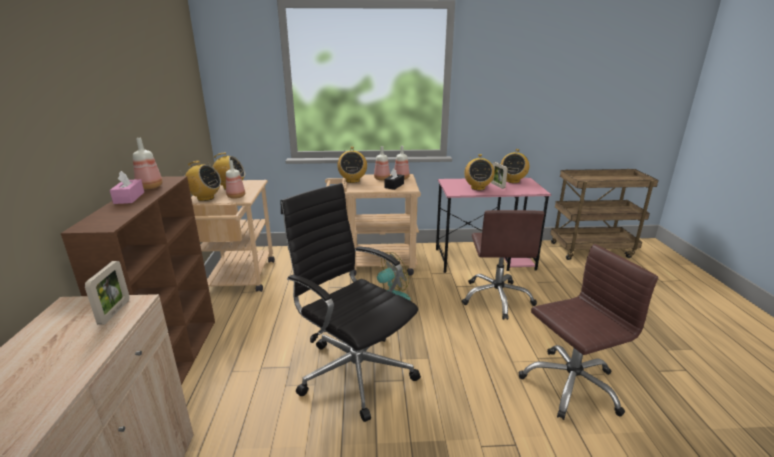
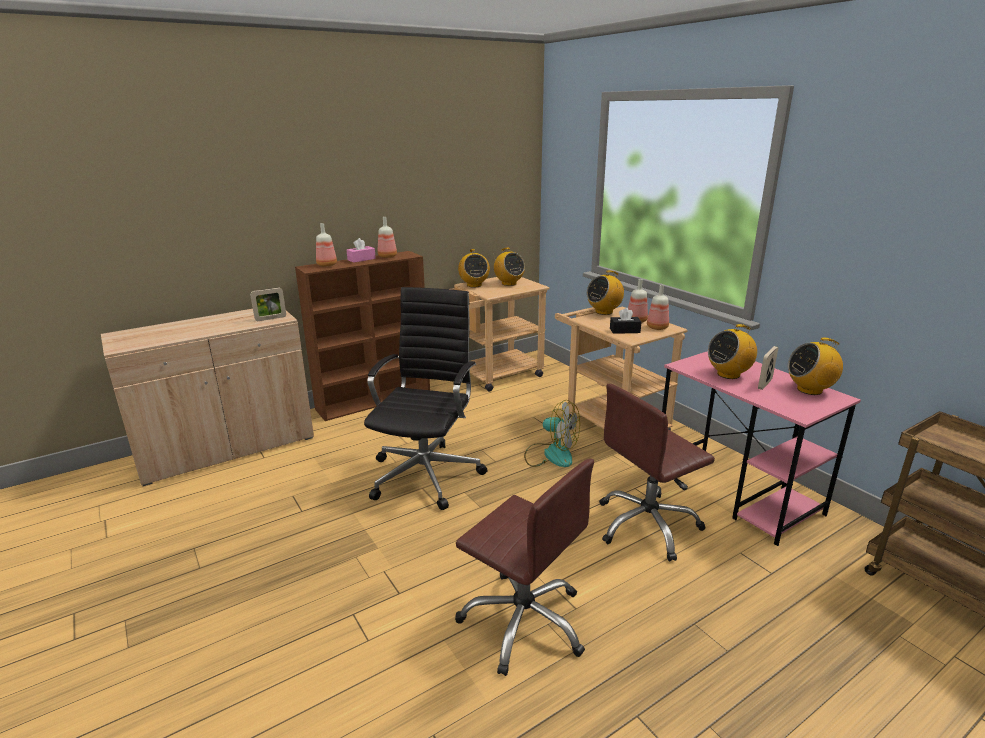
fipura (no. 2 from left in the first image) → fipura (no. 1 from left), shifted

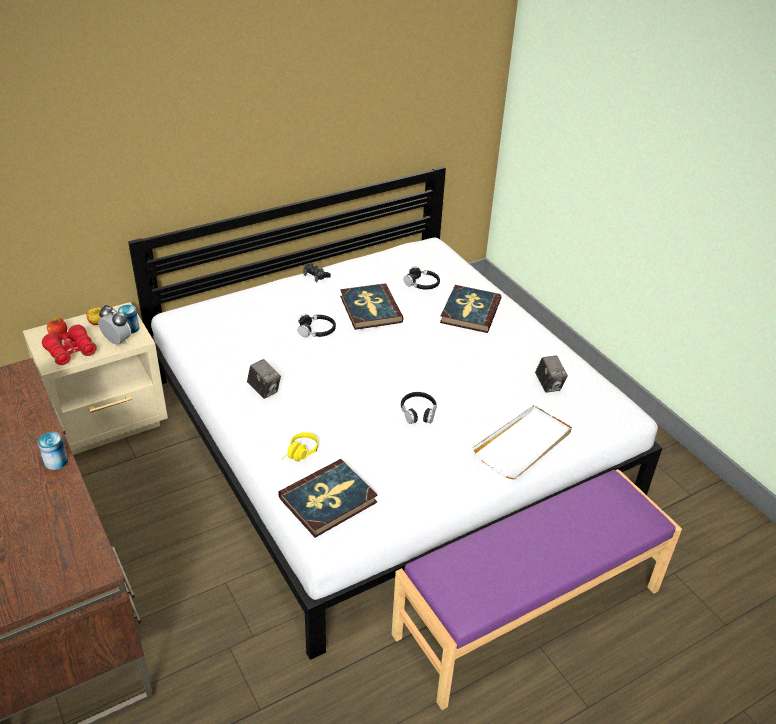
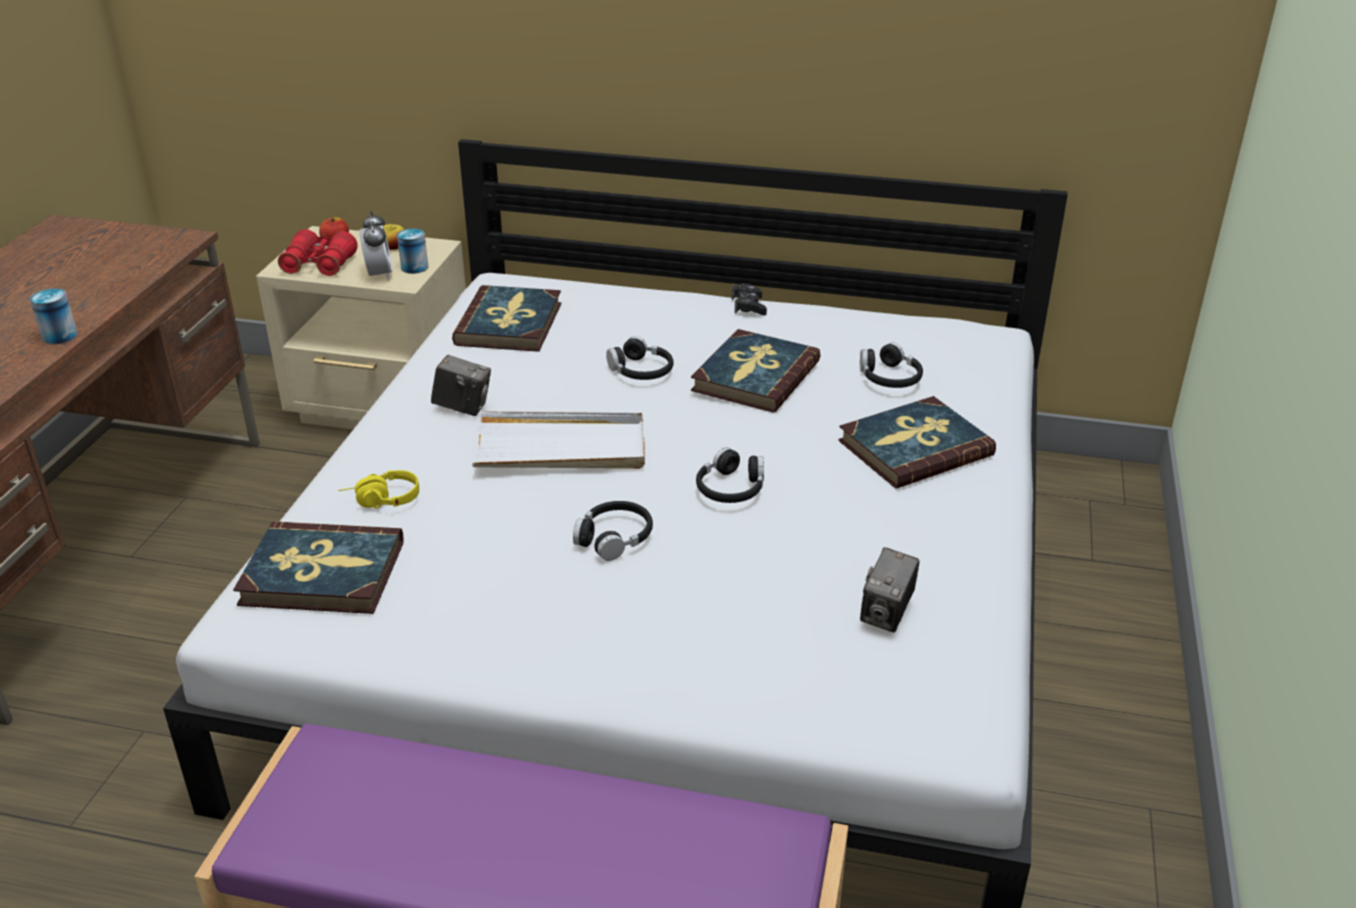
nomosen (no. 1 from left), 75 degrees counterclockwise
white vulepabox, shifted
- → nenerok (no. 2 from left)
- → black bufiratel (no. 3 from left)

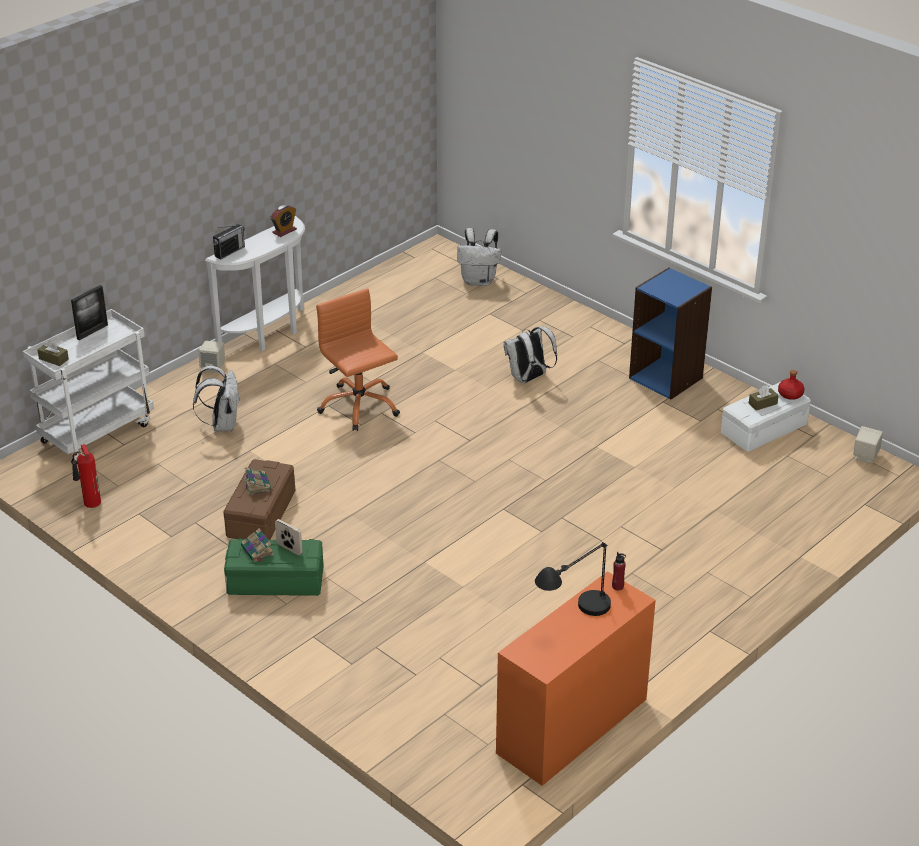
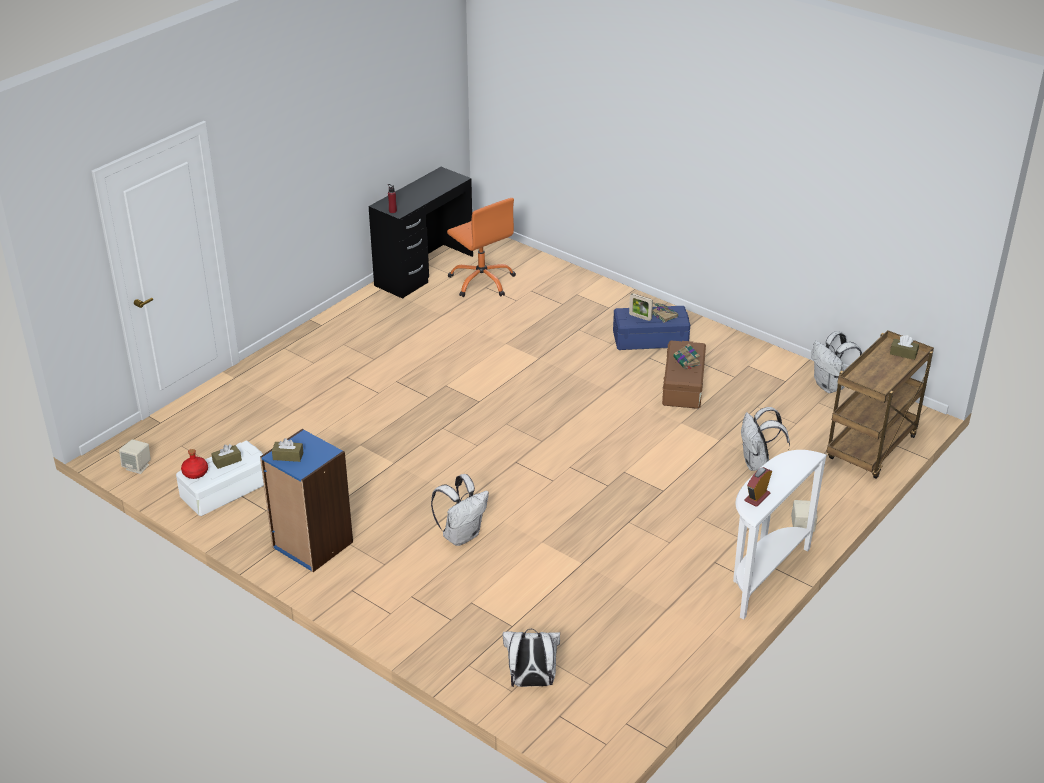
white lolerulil → brown lolerulil
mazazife (no. 1 from left) → -
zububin → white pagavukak (no. 4 from left)
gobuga → -
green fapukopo → blue fapukopo
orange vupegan, shifted
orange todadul → black todadul
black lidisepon → -
- → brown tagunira (no. 2 from left)

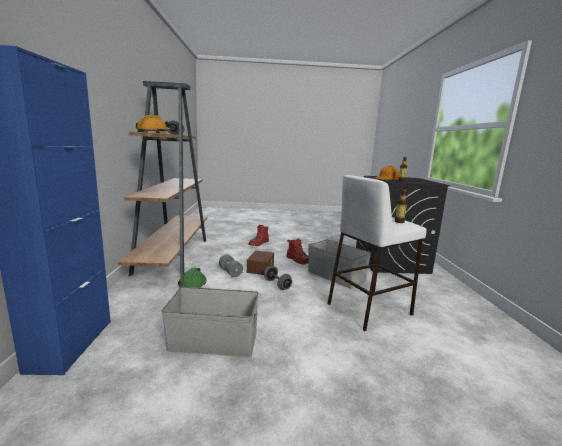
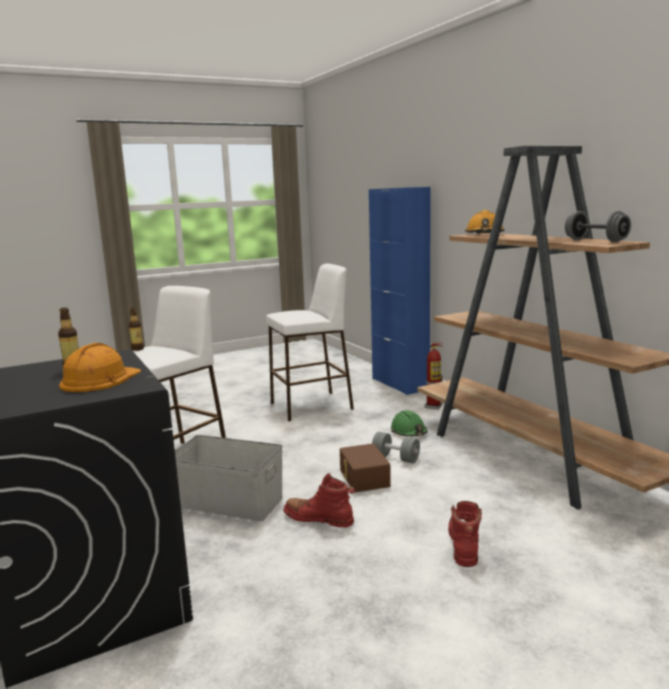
grey fapukopo (no. 1 from left) → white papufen (no. 2 from left)
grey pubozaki (no. 3 from left) → -
- → zububin

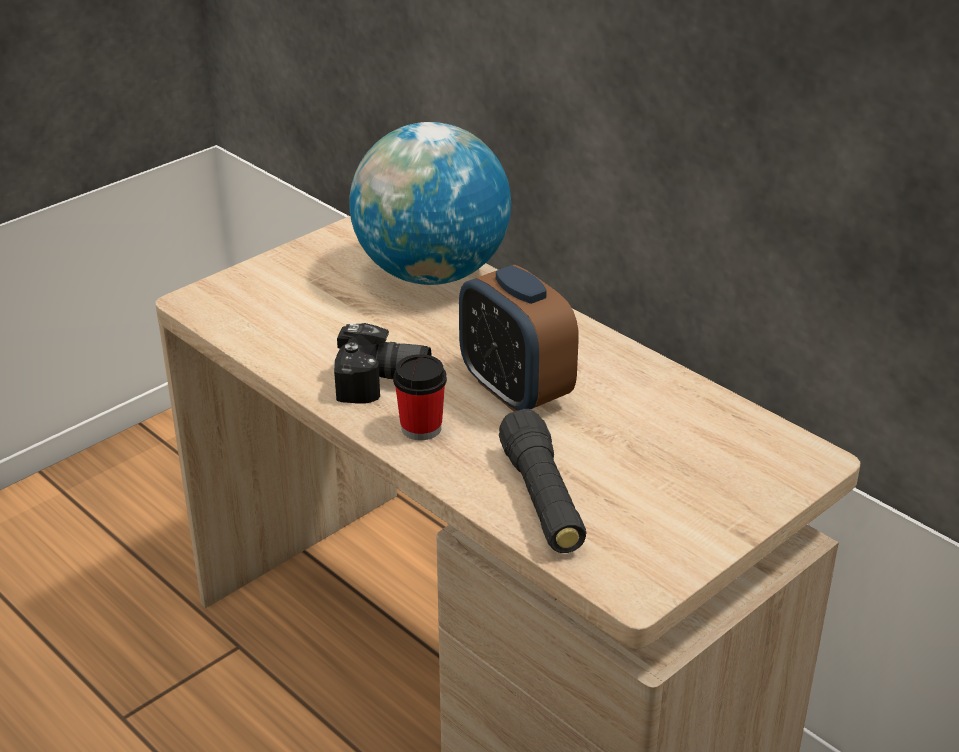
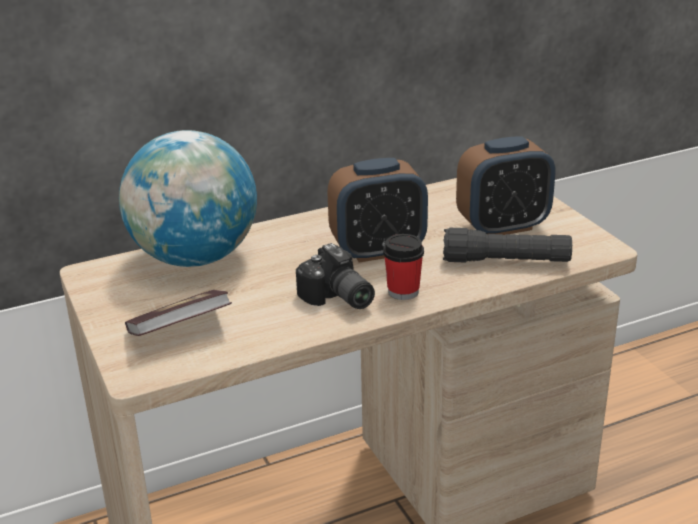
nomosen, 120 degrees clockwise
- → nenerok
- → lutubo (no. 2 from left)

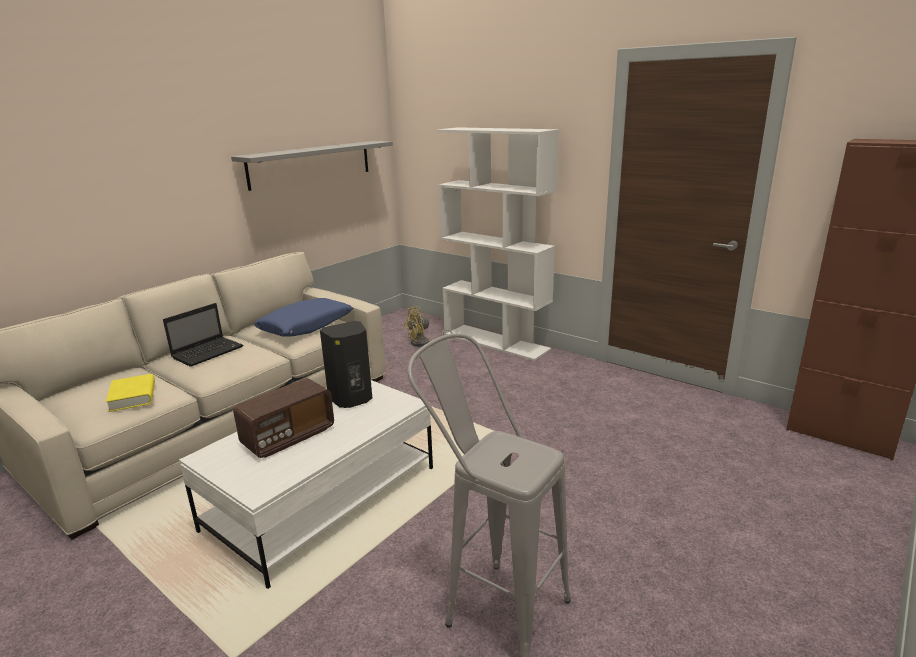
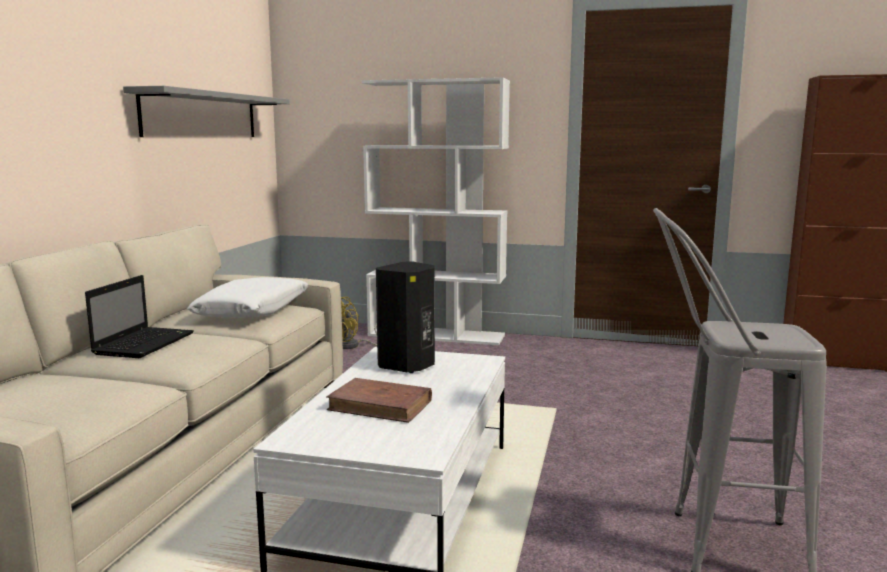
yellow nenerok → -
gobuga → brown nenerok
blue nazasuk → white nazasuk

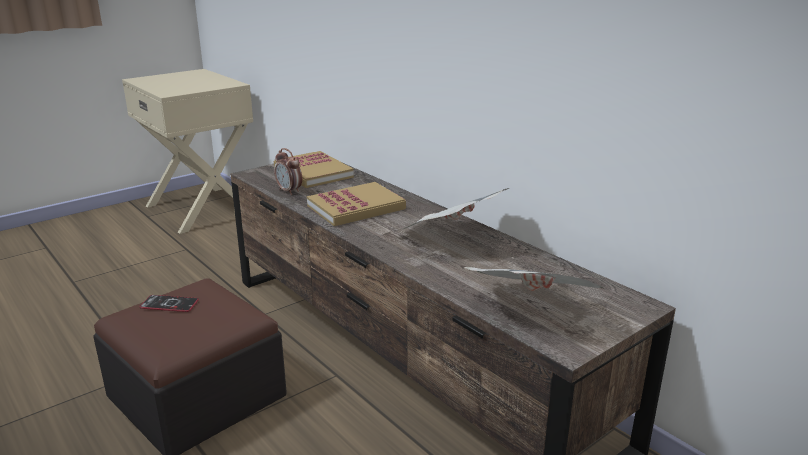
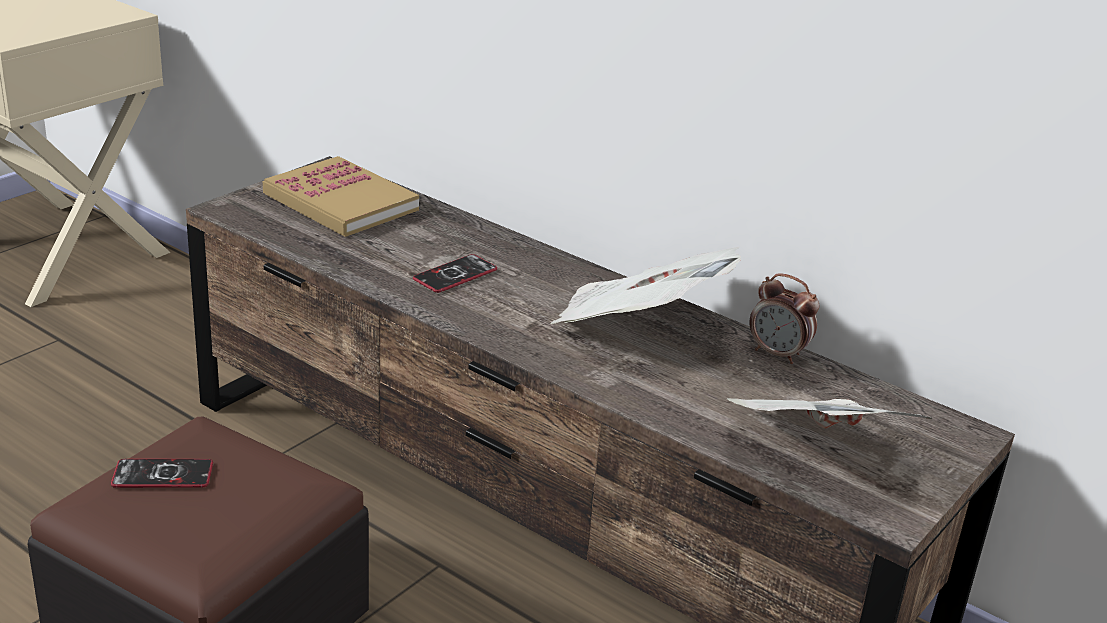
lutubo, shifted
nenerok (no. 2 from left) → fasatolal (no. 2 from left)

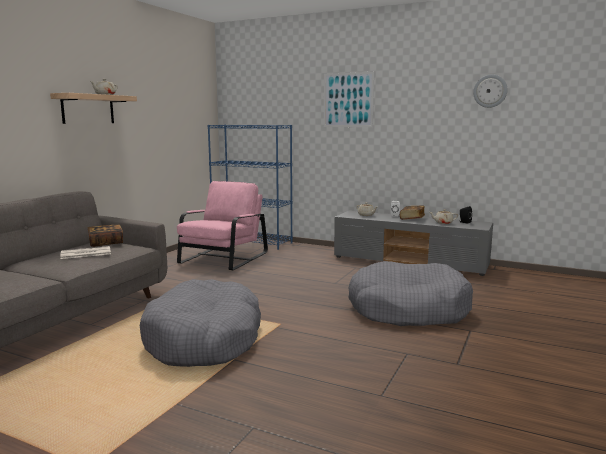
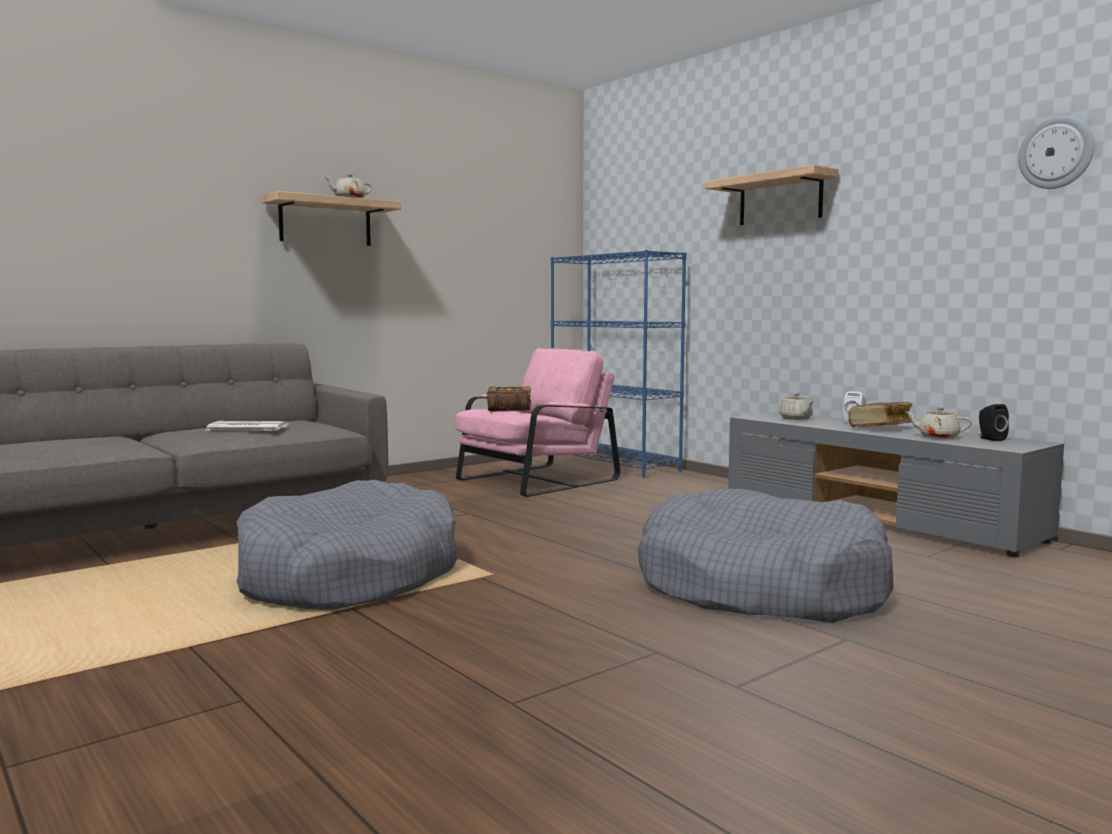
nenerok (no. 1 from left), shifted
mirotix → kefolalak (no. 2 from left)

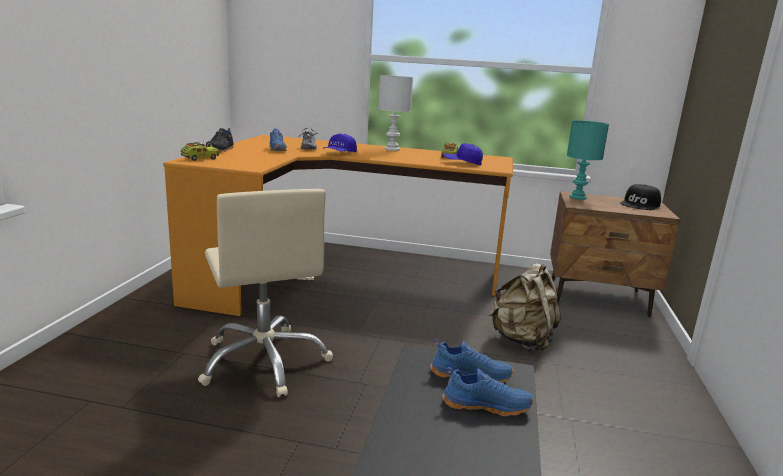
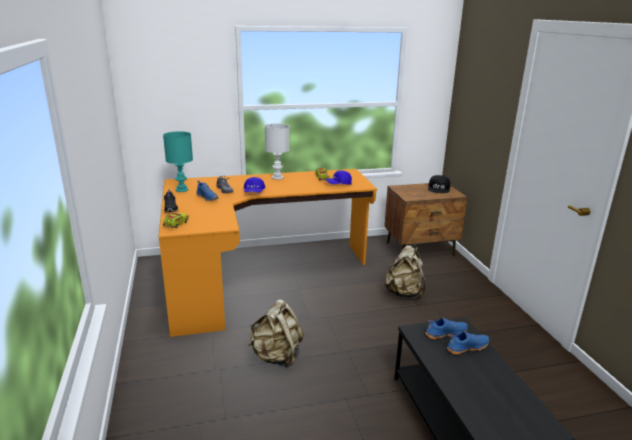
beige vupegan → beige pagavukak (no. 1 from left)
turquoise lidisepon, shifted

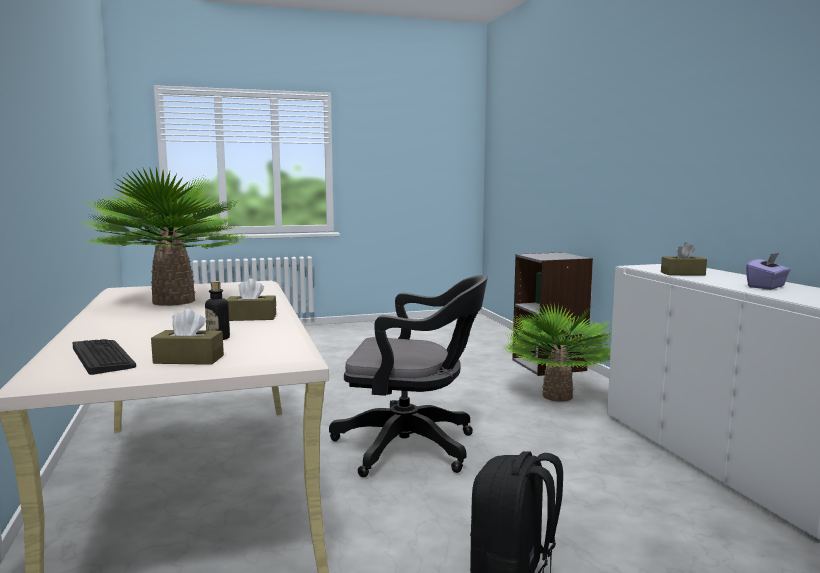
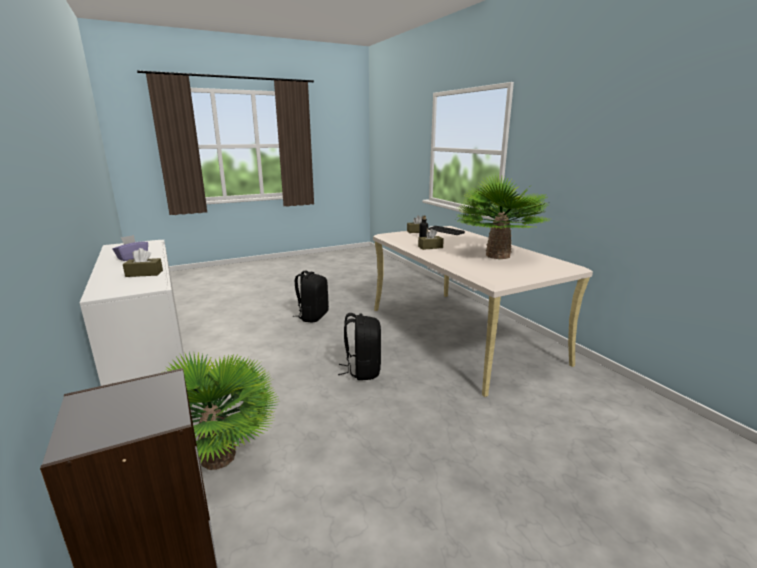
black vupegan → black pagavukak (no. 2 from left)

